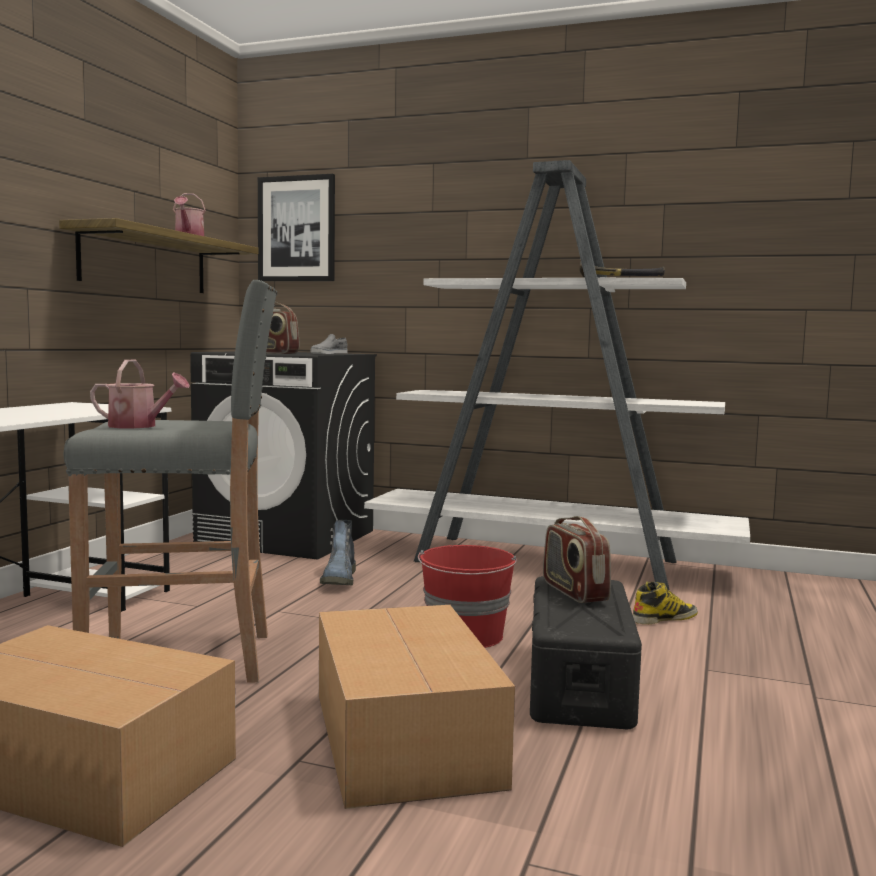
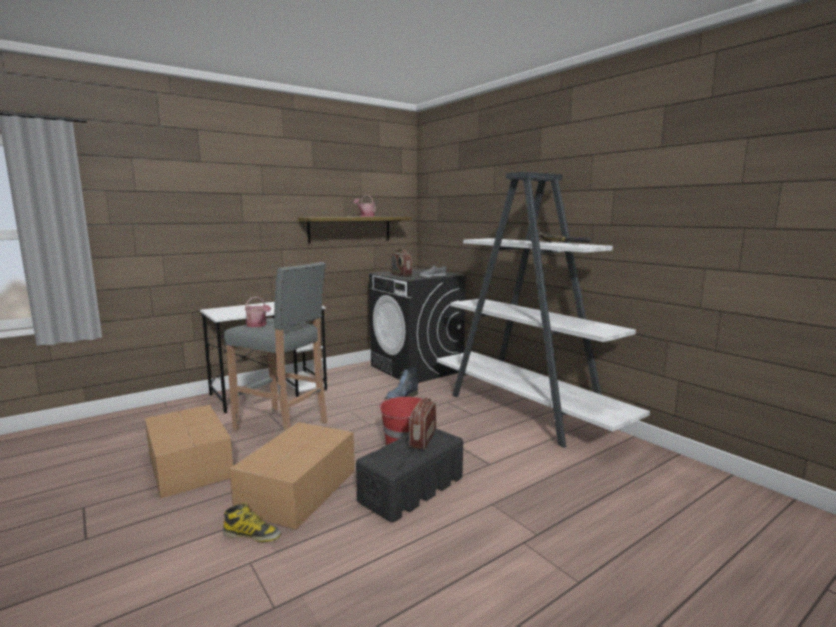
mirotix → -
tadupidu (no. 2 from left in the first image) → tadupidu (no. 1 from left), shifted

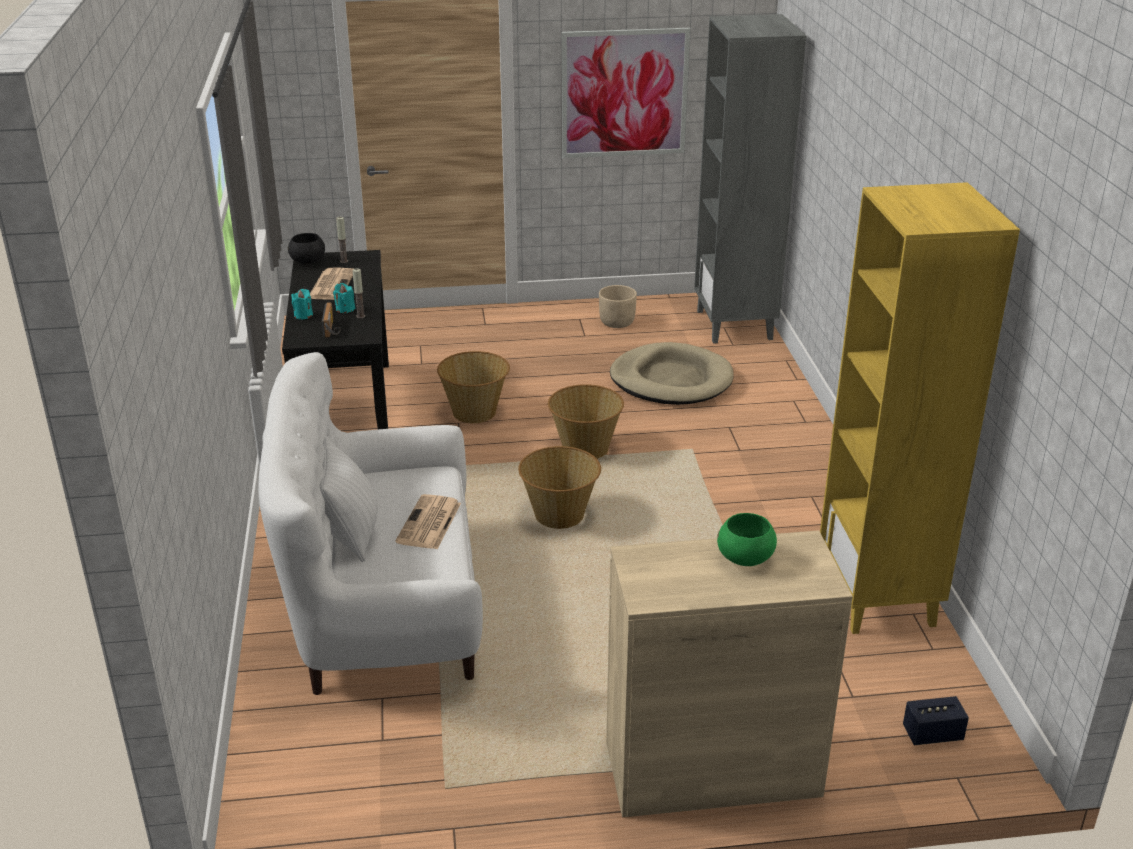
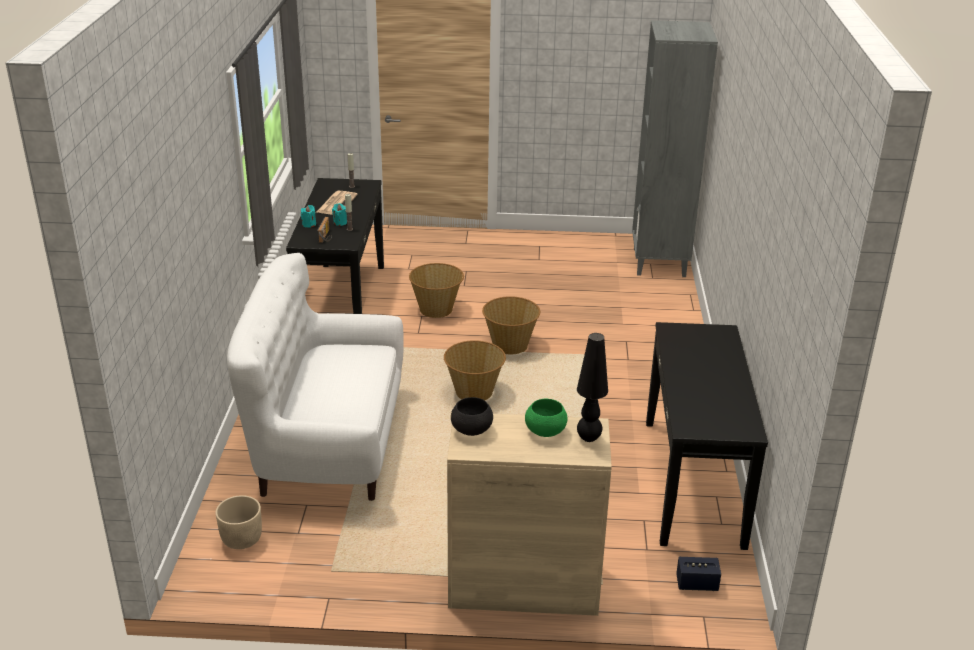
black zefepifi, shifted
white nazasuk → -
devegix (no. 2 from left) → -
mirotix → -
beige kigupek, shifted
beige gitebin → -
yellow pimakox → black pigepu (no. 2 from left)
- → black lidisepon

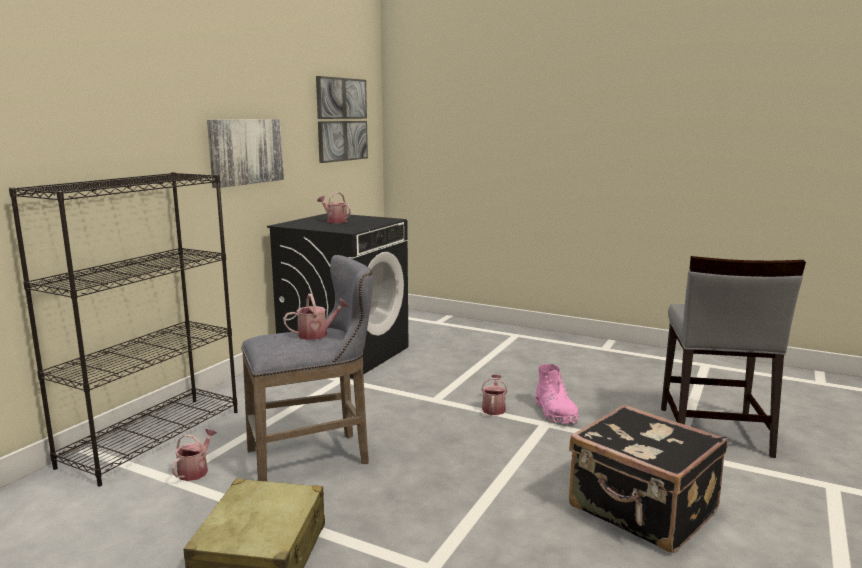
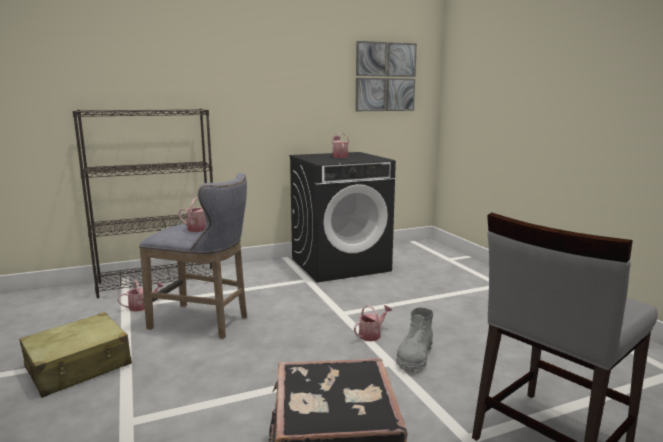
mirotix (no. 1 from left) → -
pink tadupidu → grey tadupidu

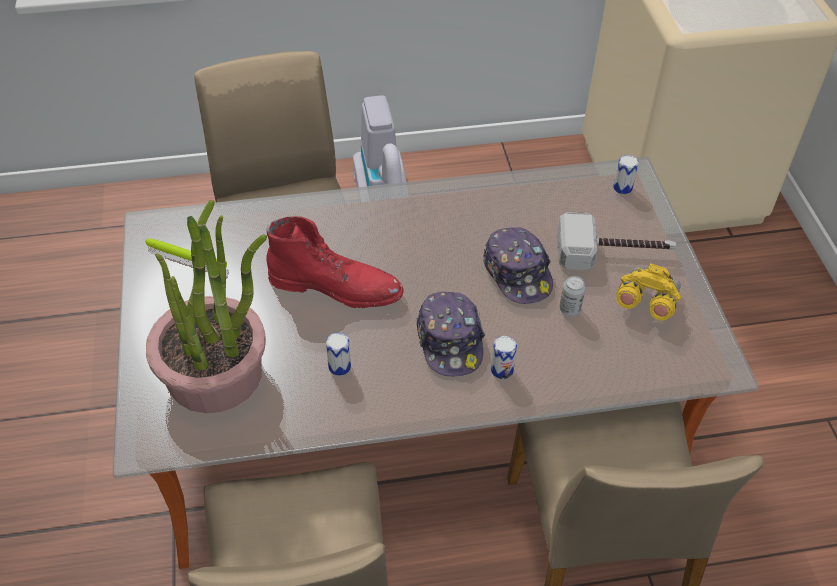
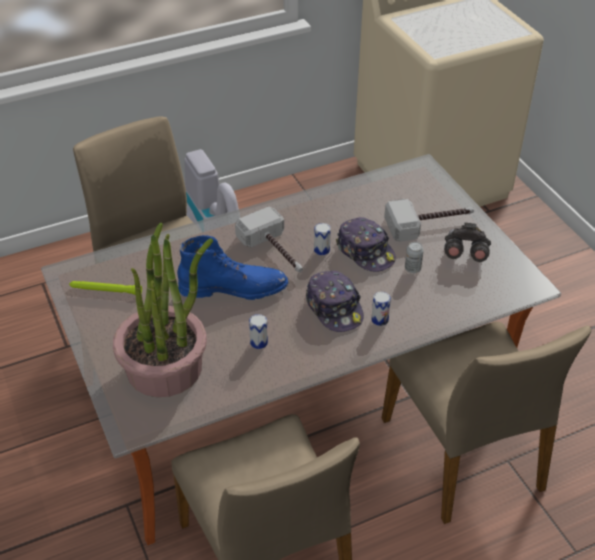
red tadupidu → blue tadupidu
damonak (no. 4 from left in the first image) → damonak (no. 2 from left), shifted
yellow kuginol → grey kuginol
- → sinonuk (no. 1 from left)

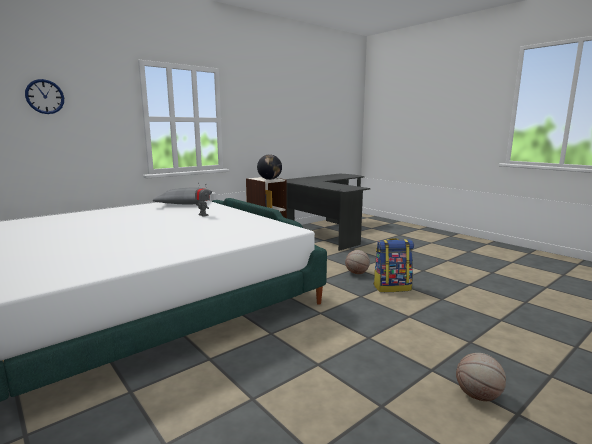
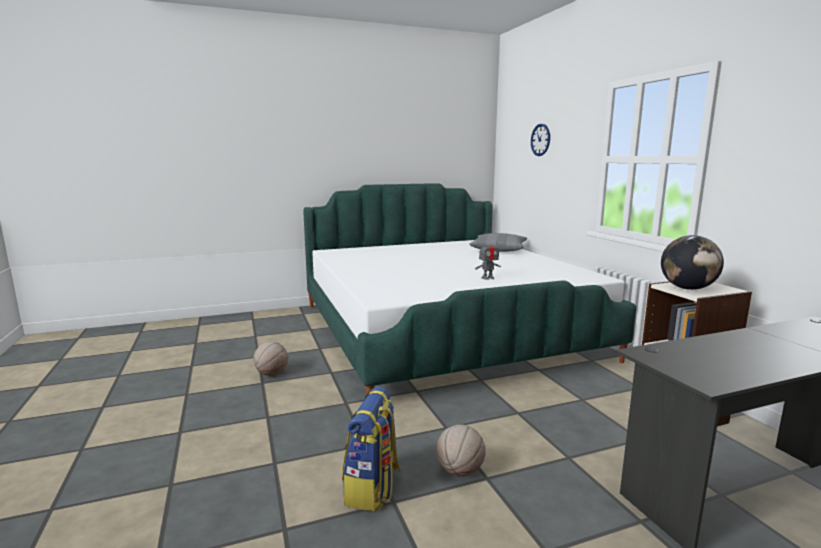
grey nazasuk, shifted
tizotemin (no. 2 from left in the first image) → tizotemin (no. 1 from left), shifted

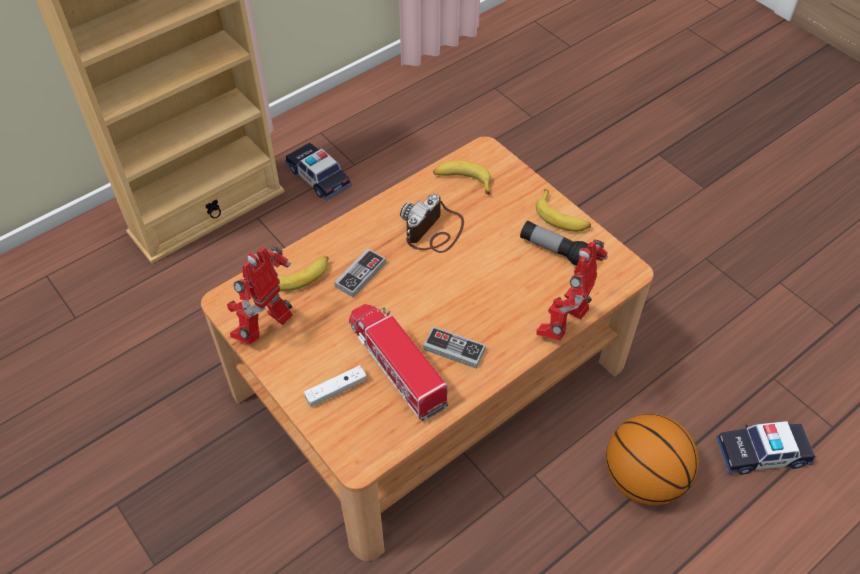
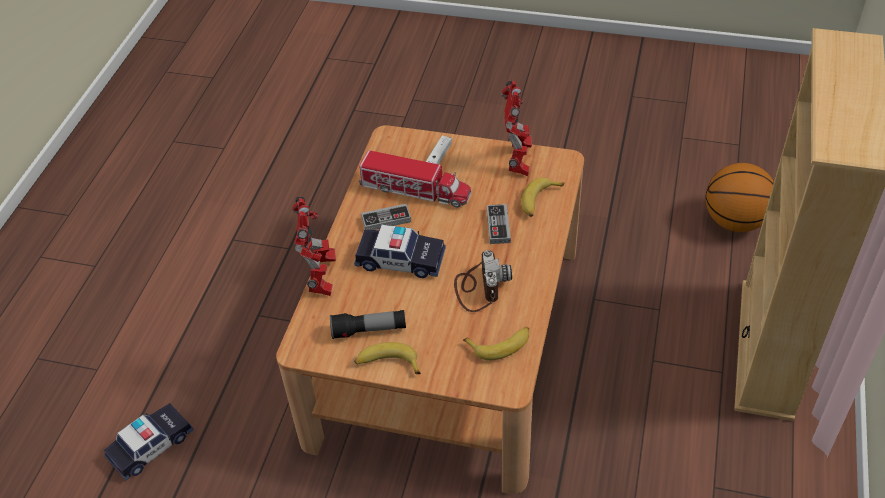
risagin (no. 1 from left in the first image) → risagin (no. 2 from left), shifted
tizotemin, shifted

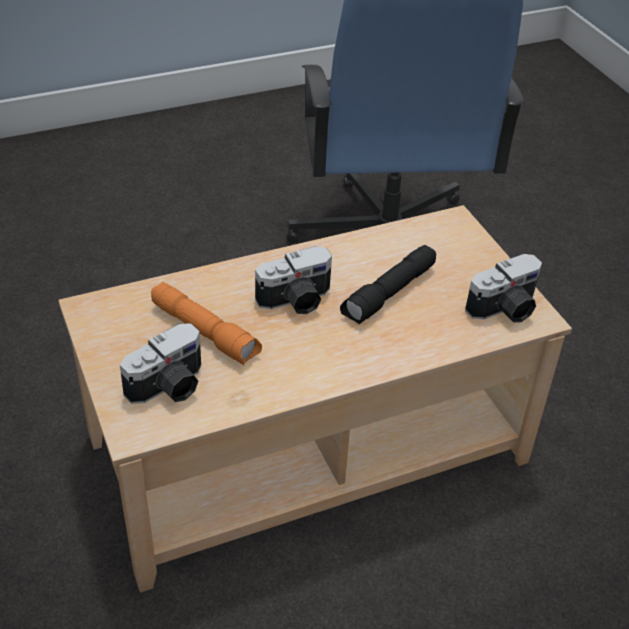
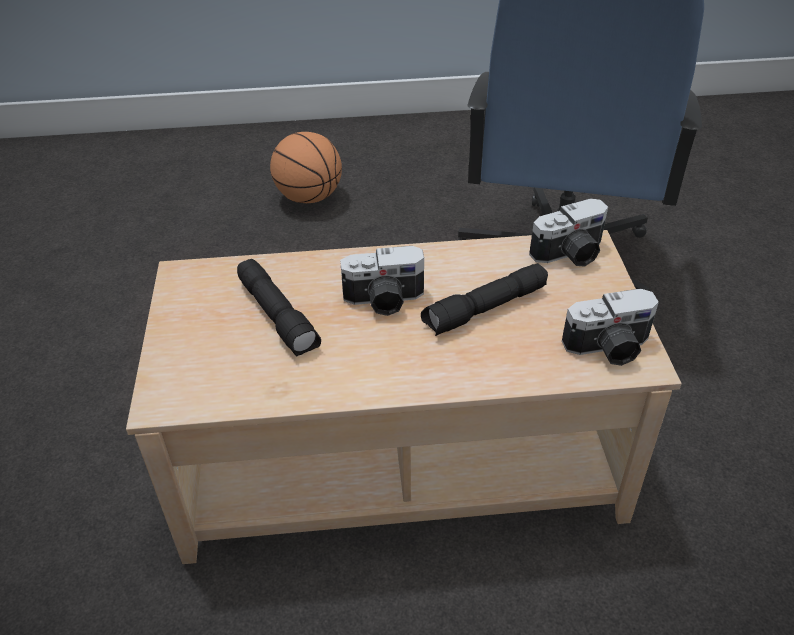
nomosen (no. 1 from left in the first image) → nomosen (no. 2 from left), shifted
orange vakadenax → black vakadenax (no. 1 from left)
- → tizotemin

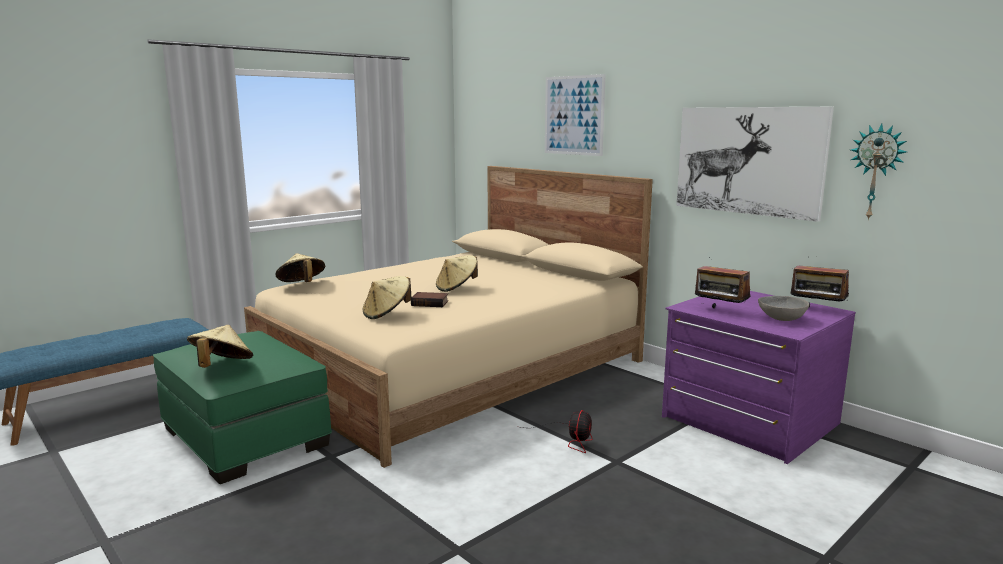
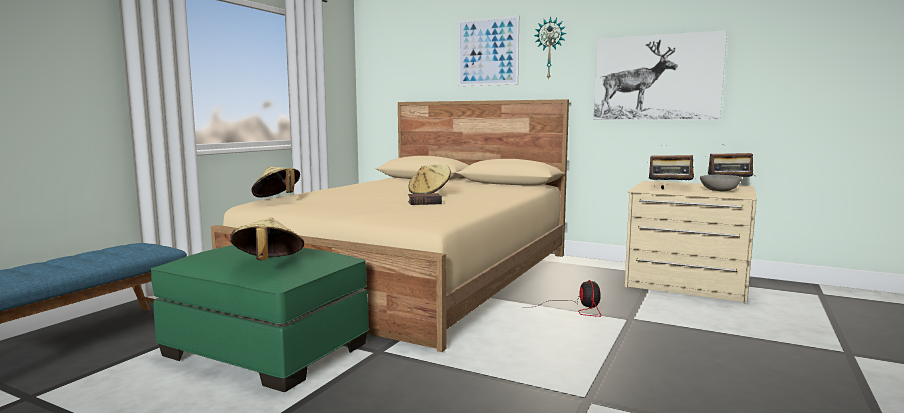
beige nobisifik (no. 3 from left) → -
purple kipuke → beige kipuke
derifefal, shifted

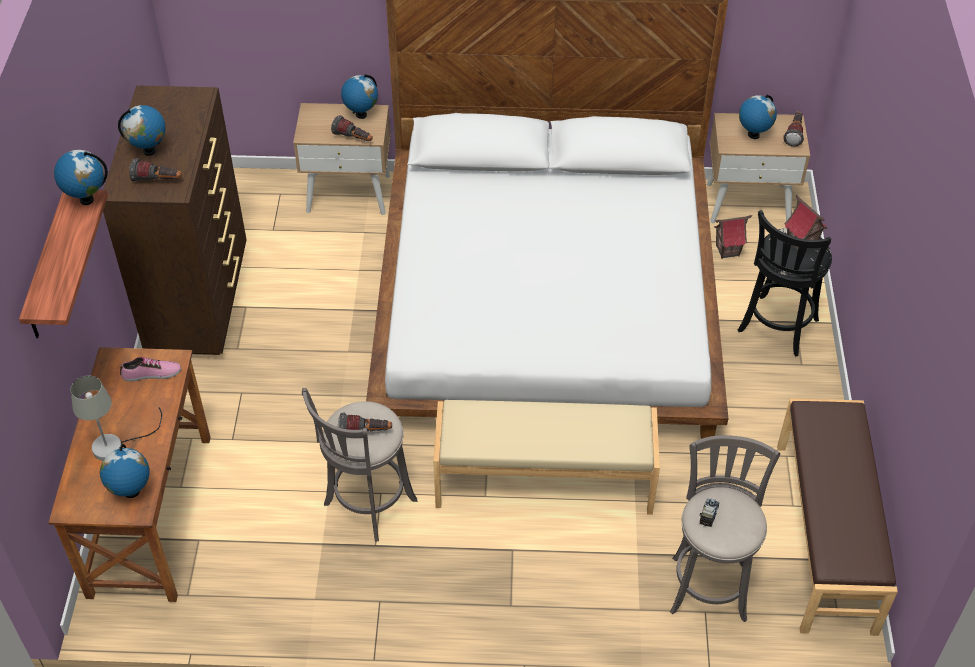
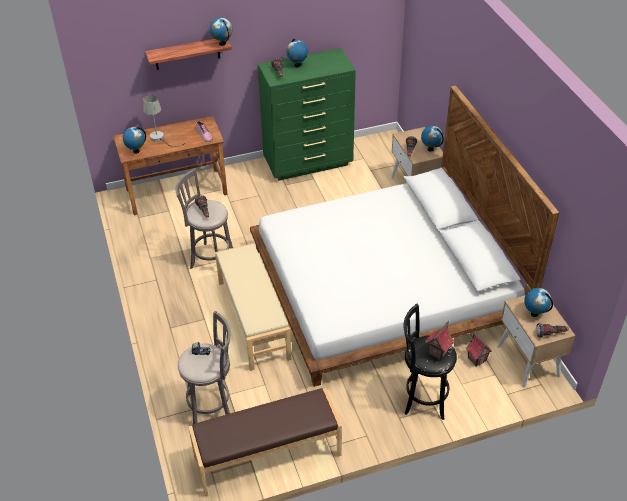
brown kipuke → green kipuke

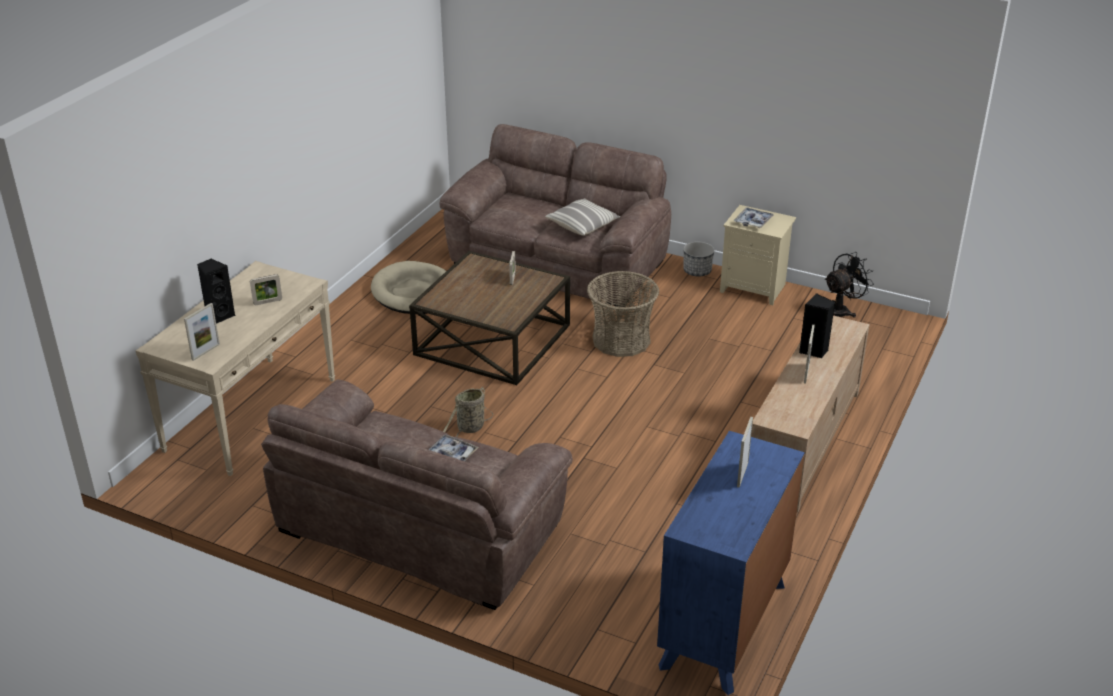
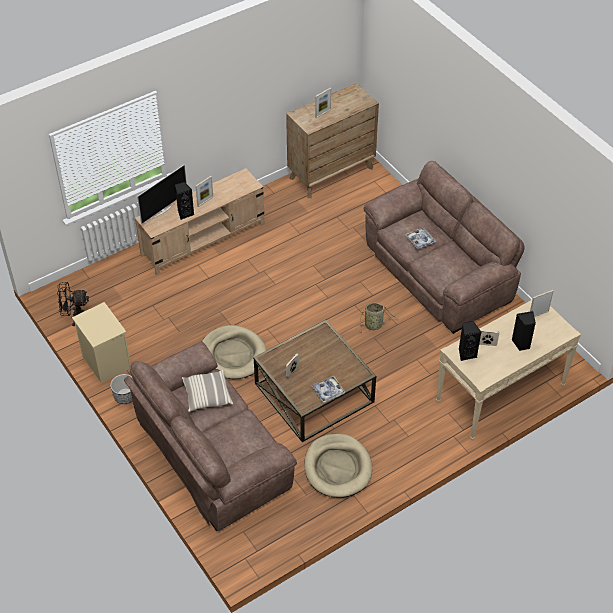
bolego (no. 2 from left) → beige gitebin (no. 1 from left)
blue kipuke → brown kipuke
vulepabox (no. 2 from left in the first image) → vulepabox (no. 1 from left), shifted
- → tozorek
- → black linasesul (no. 2 from left)

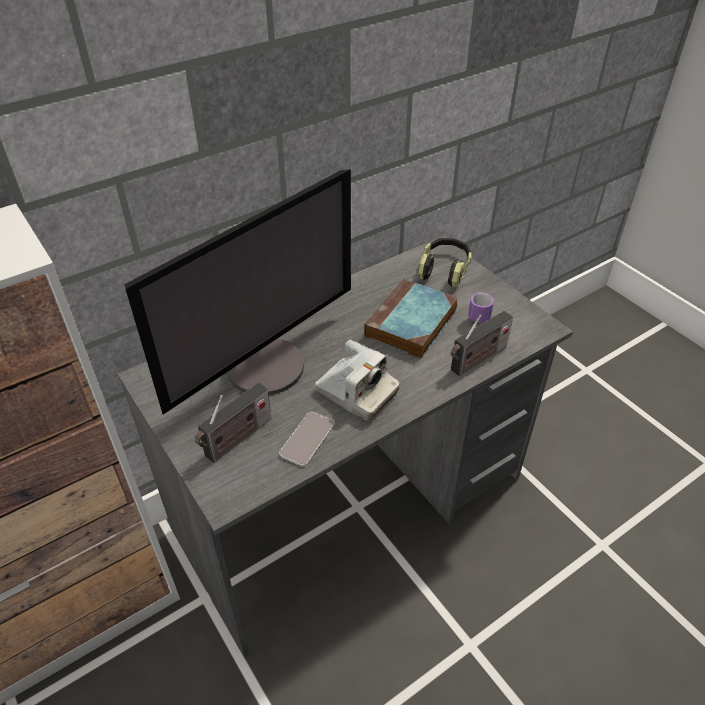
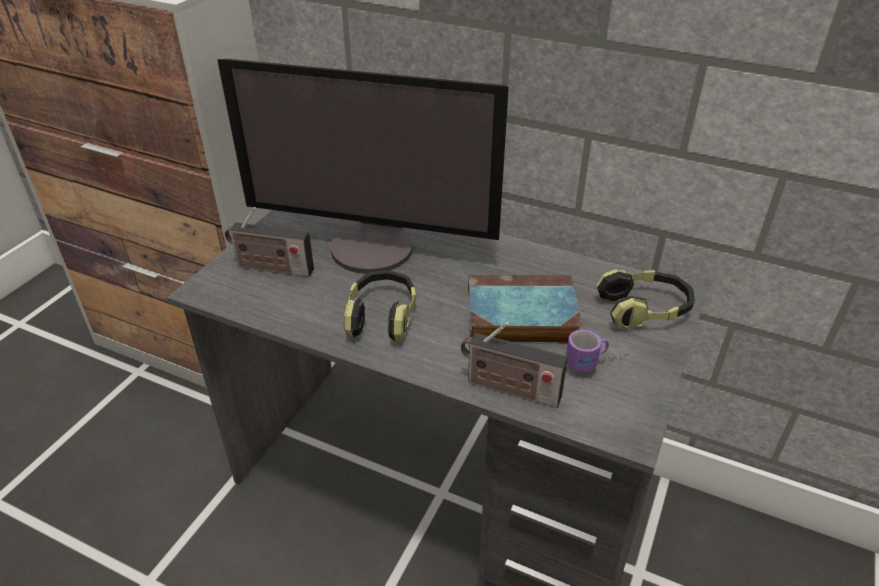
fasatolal → -
nomosen → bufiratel (no. 1 from left)

